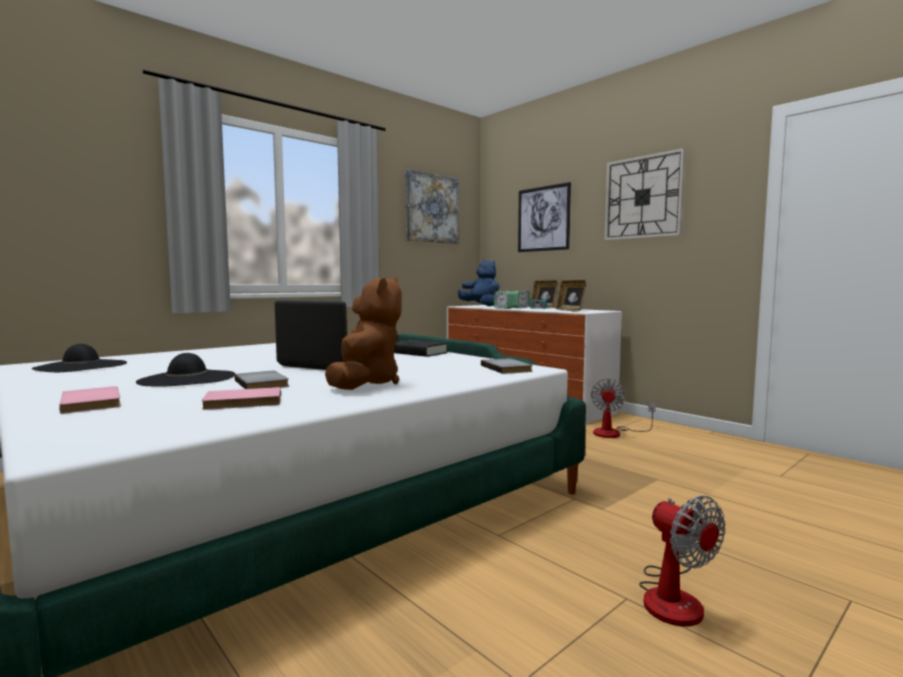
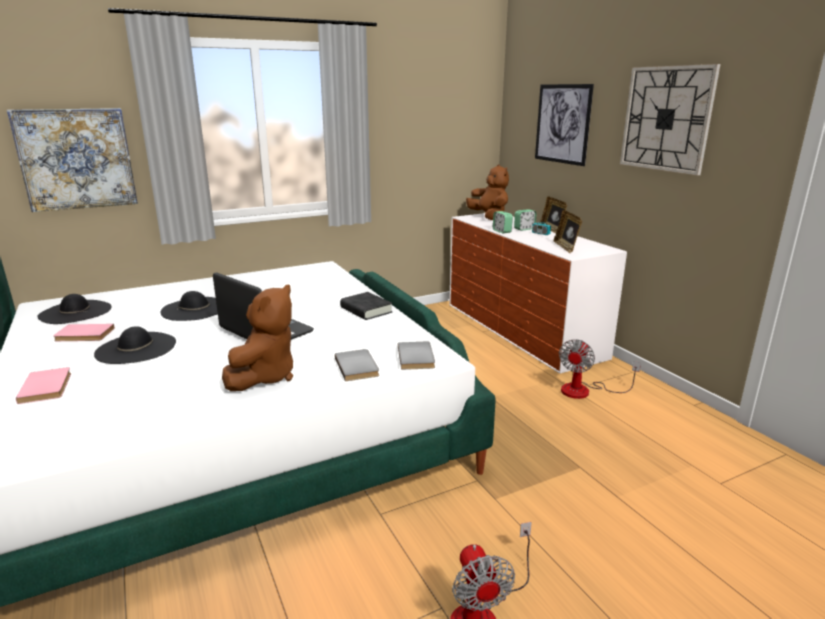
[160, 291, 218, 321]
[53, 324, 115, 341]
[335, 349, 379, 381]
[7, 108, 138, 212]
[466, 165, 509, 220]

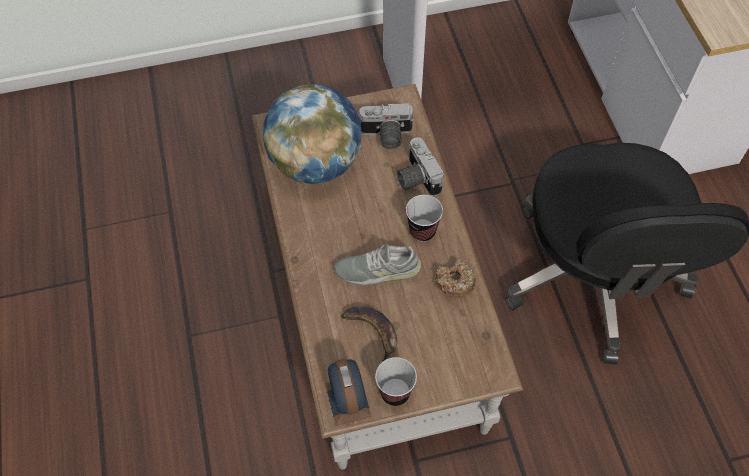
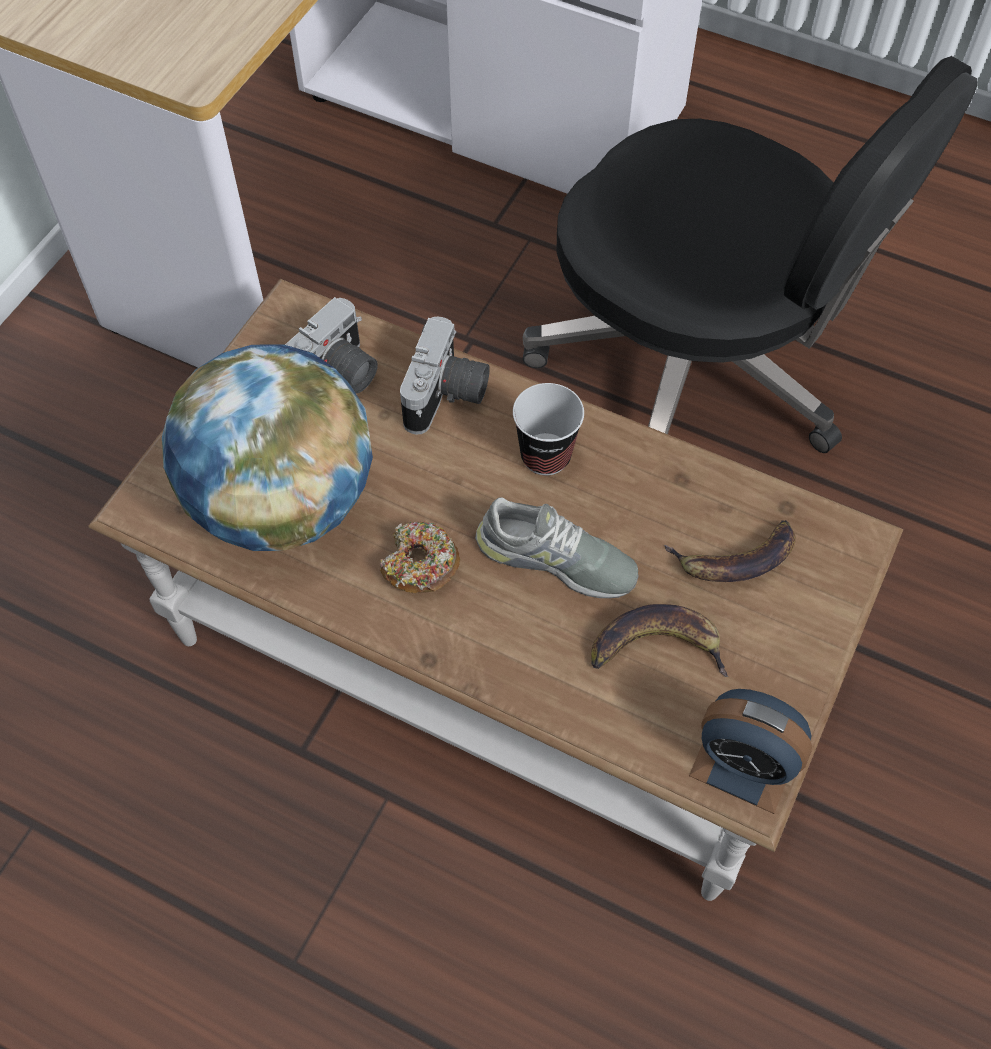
[375, 357, 417, 406] (first image)
[664, 520, 796, 582]
[380, 521, 460, 593]
[475, 497, 639, 598]
[400, 317, 490, 434]

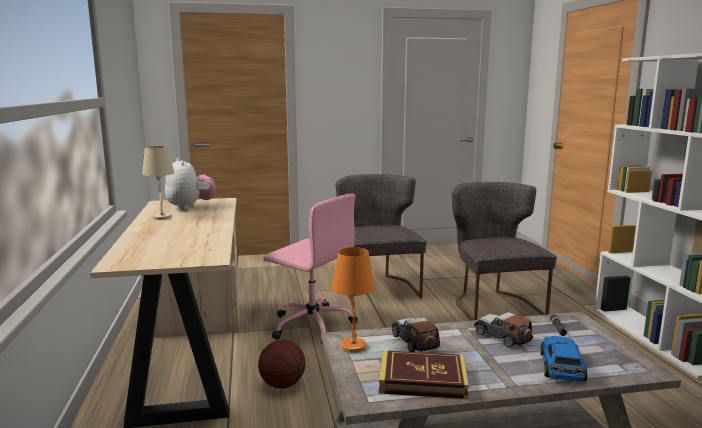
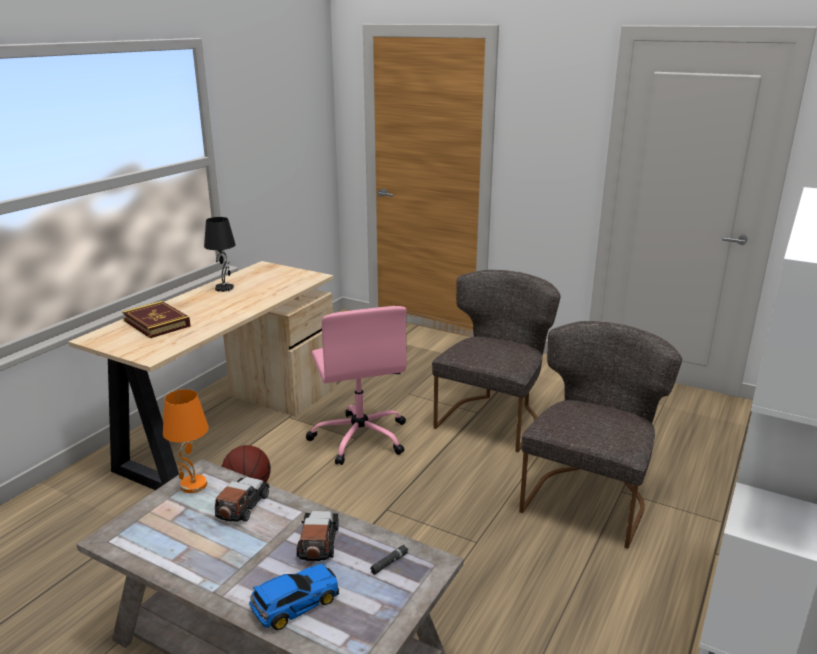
[165, 158, 216, 210] (first image)
[122, 301, 191, 338]
[204, 217, 236, 292]

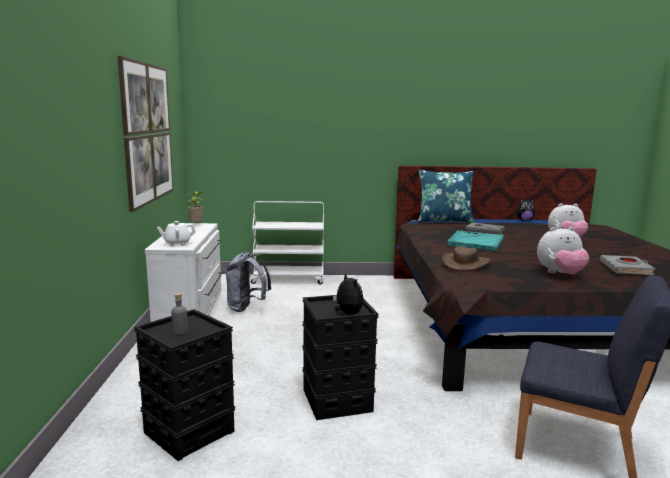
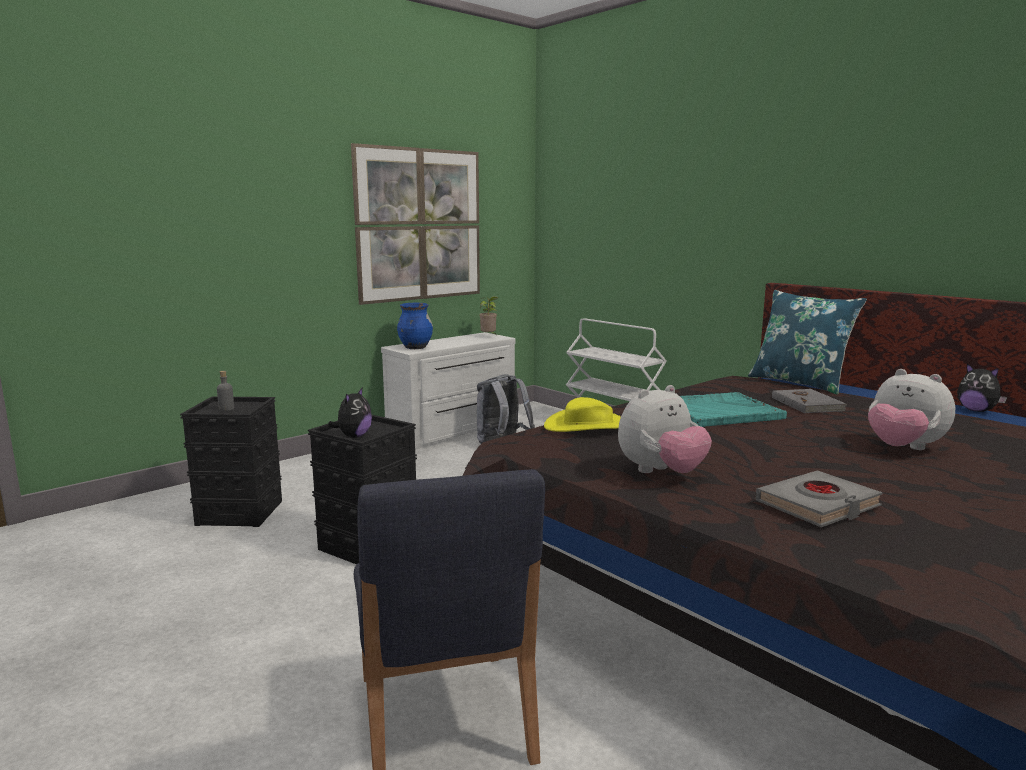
[397, 303, 433, 349]
[544, 397, 621, 432]
[618, 385, 712, 473]

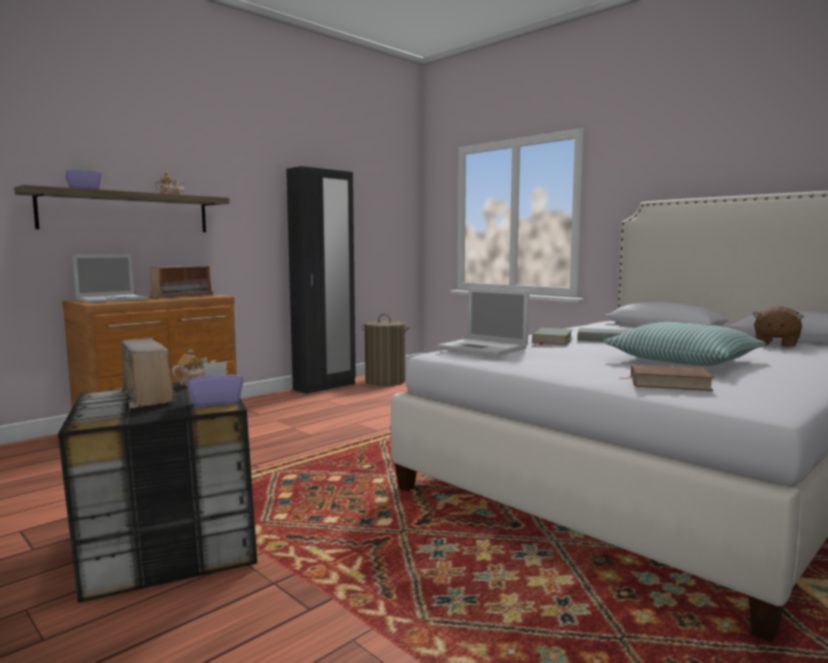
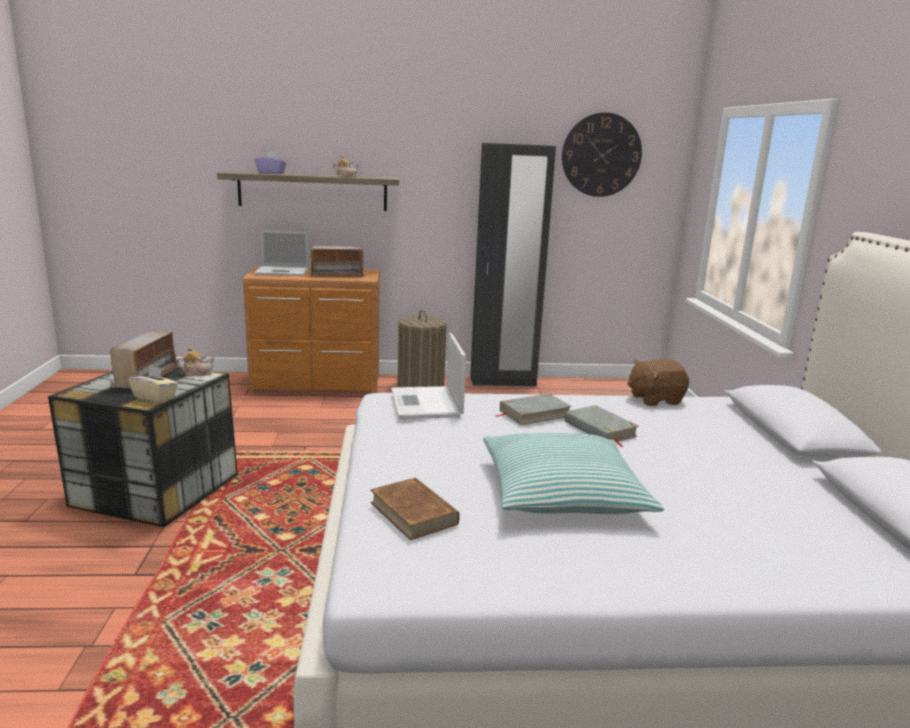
[562, 112, 642, 197]
[398, 310, 447, 387]
[627, 359, 689, 406]
[128, 366, 178, 403]

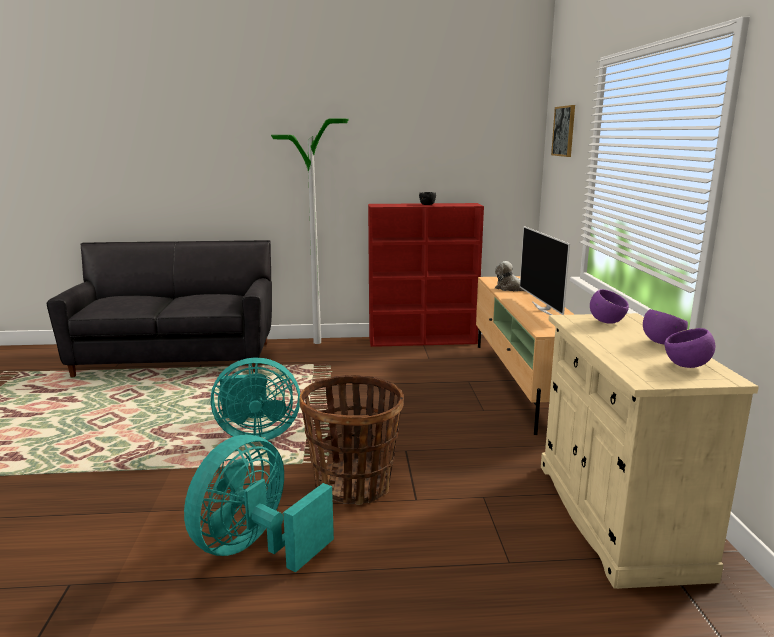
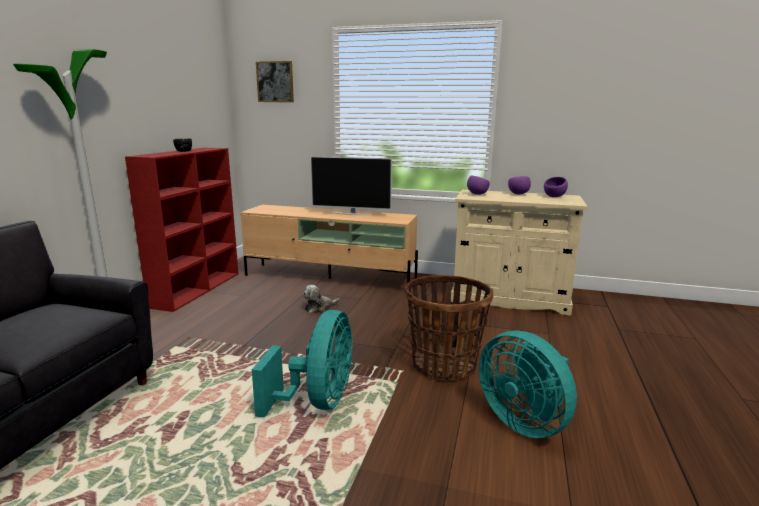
[303, 285, 340, 314]

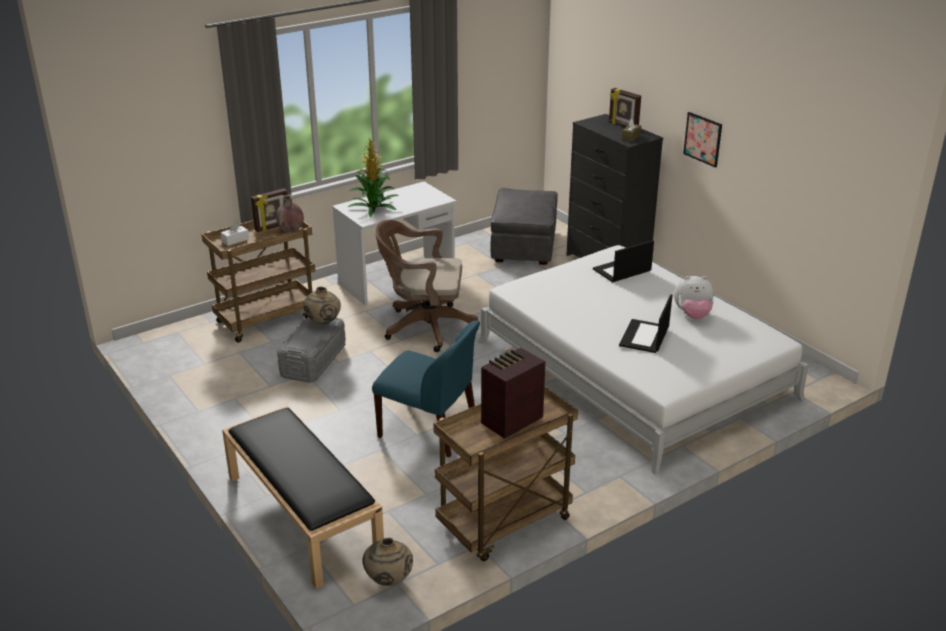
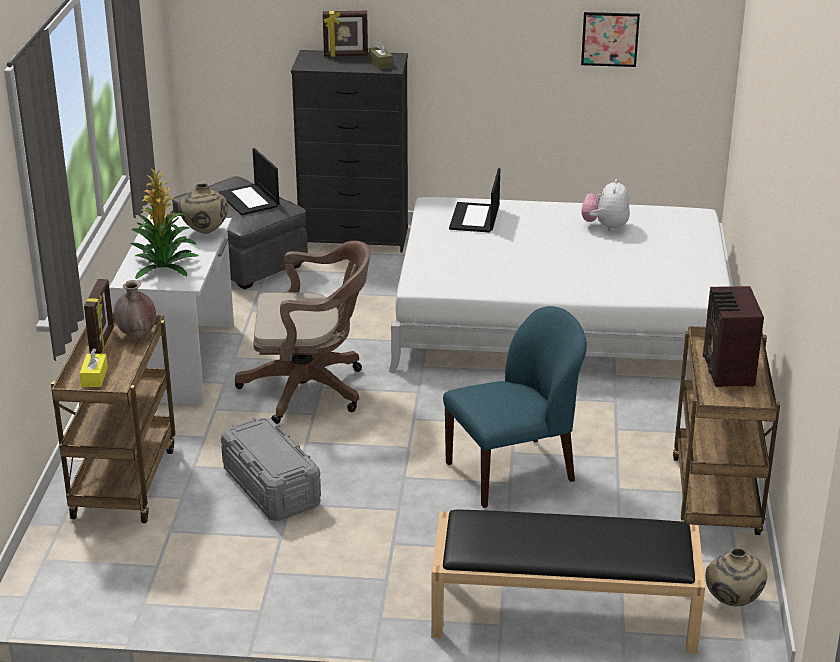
[178, 183, 228, 234]
[219, 148, 279, 215]
[581, 12, 640, 67]
[80, 348, 108, 387]
[235, 241, 371, 424]
[582, 179, 630, 232]

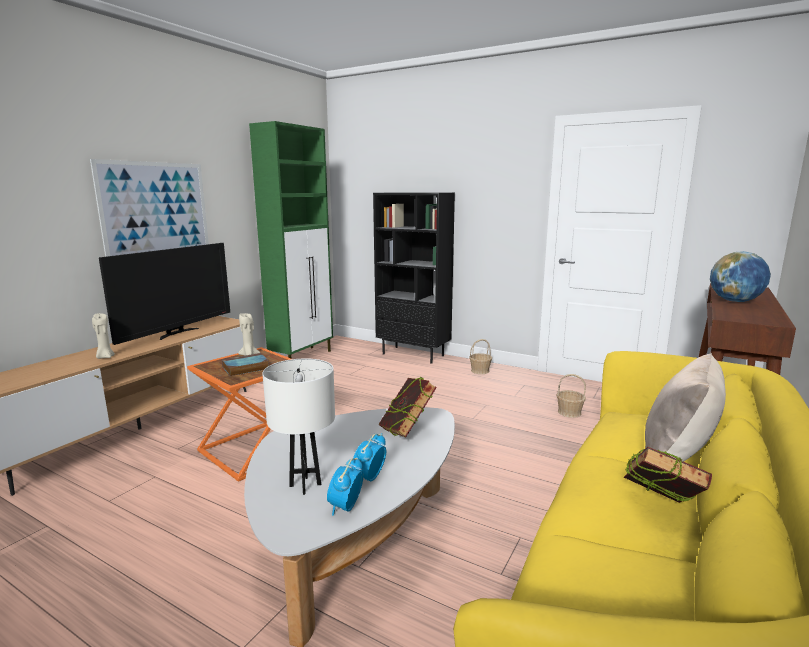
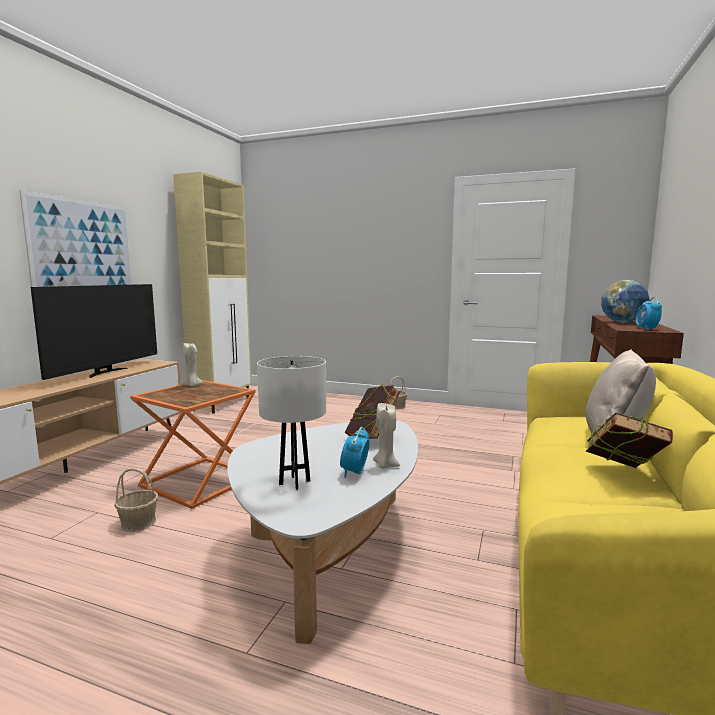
[222, 353, 269, 376] (first image)
[373, 193, 455, 364] (first image)
[373, 403, 400, 469]
[636, 297, 662, 330]
[114, 468, 158, 532]
[173, 172, 252, 414]

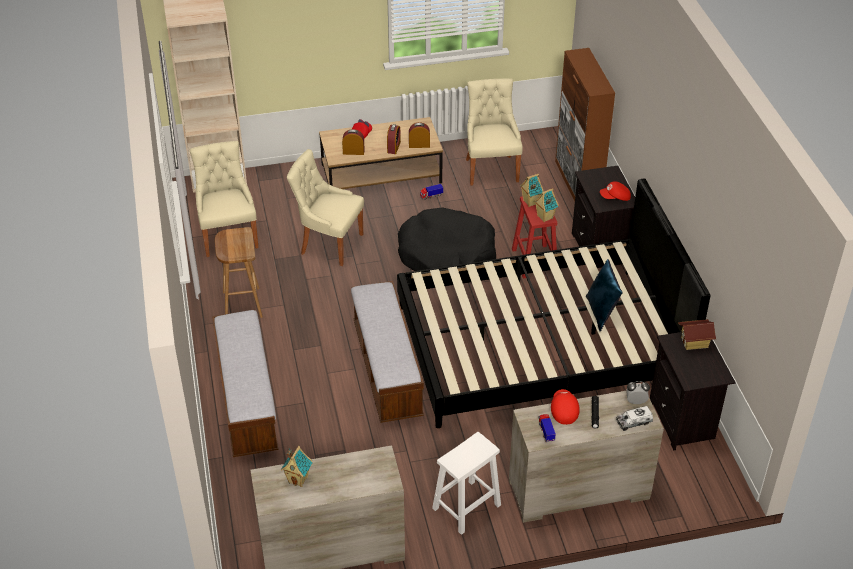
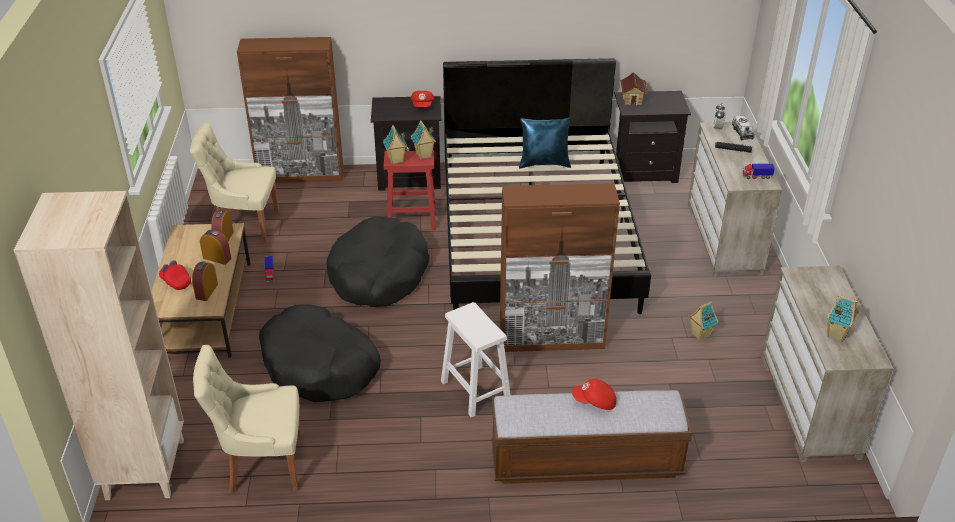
[215, 227, 263, 318] (first image)
[688, 301, 719, 341]
[441, 302, 511, 417]
[572, 379, 616, 410]
[259, 304, 381, 402]
[500, 183, 620, 352]

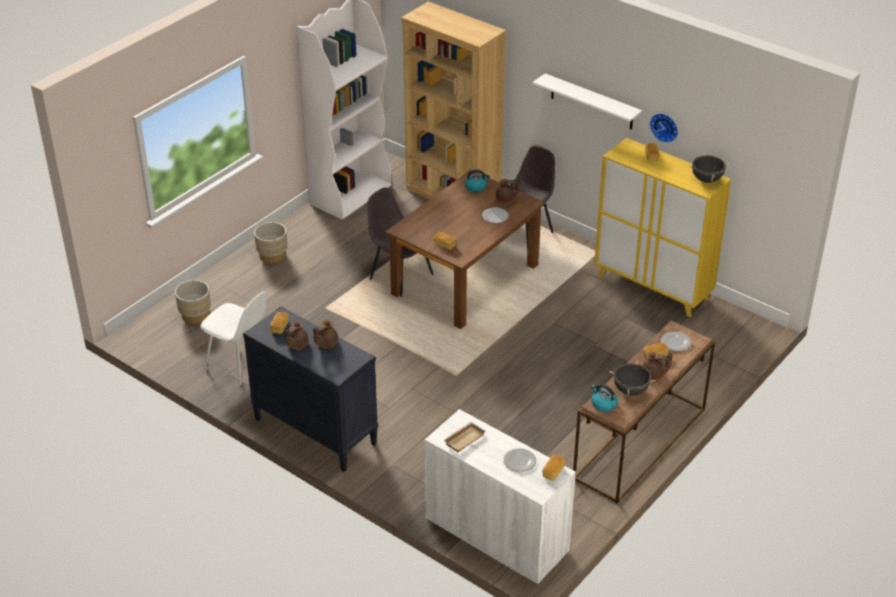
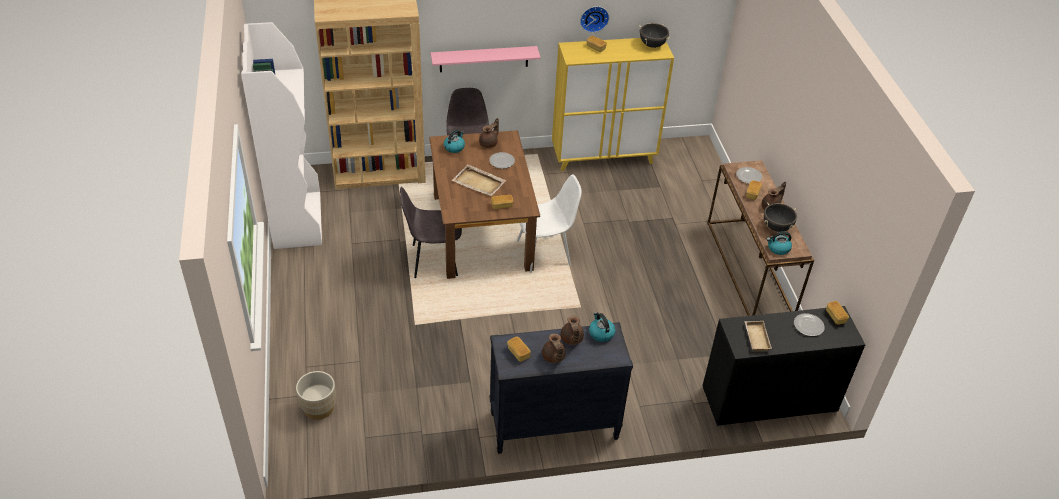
[254, 222, 287, 263] (first image)
[532, 73, 642, 130] (first image)
[431, 46, 541, 72]
[452, 164, 506, 196]
[589, 312, 615, 342]
[517, 174, 582, 273]
[703, 306, 865, 426]

